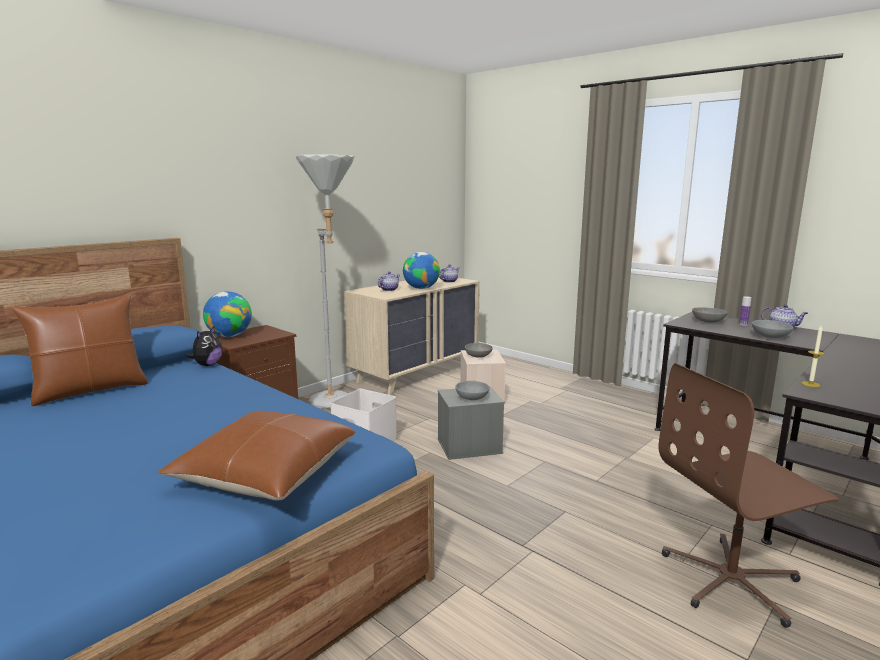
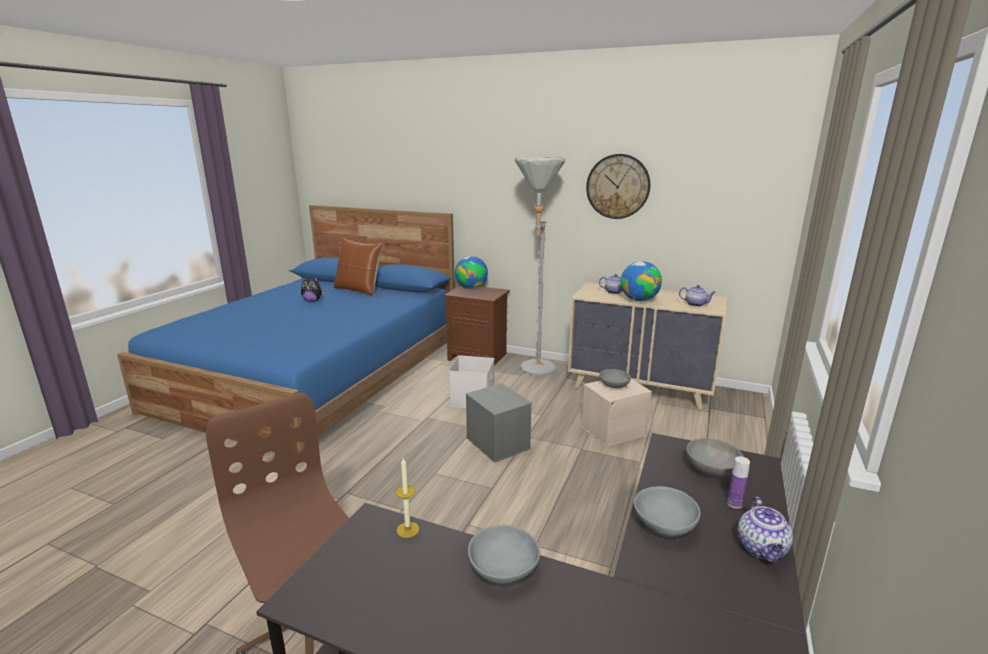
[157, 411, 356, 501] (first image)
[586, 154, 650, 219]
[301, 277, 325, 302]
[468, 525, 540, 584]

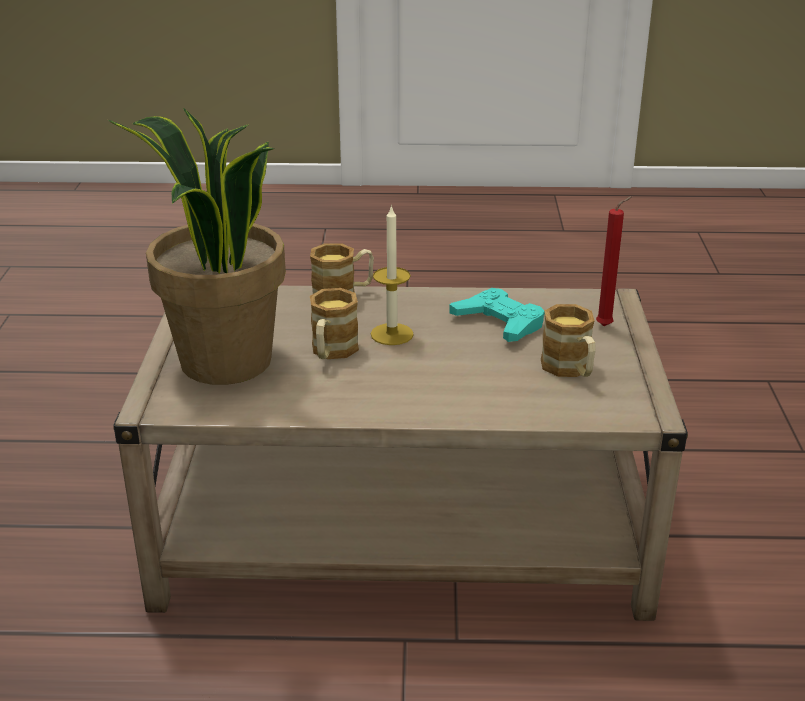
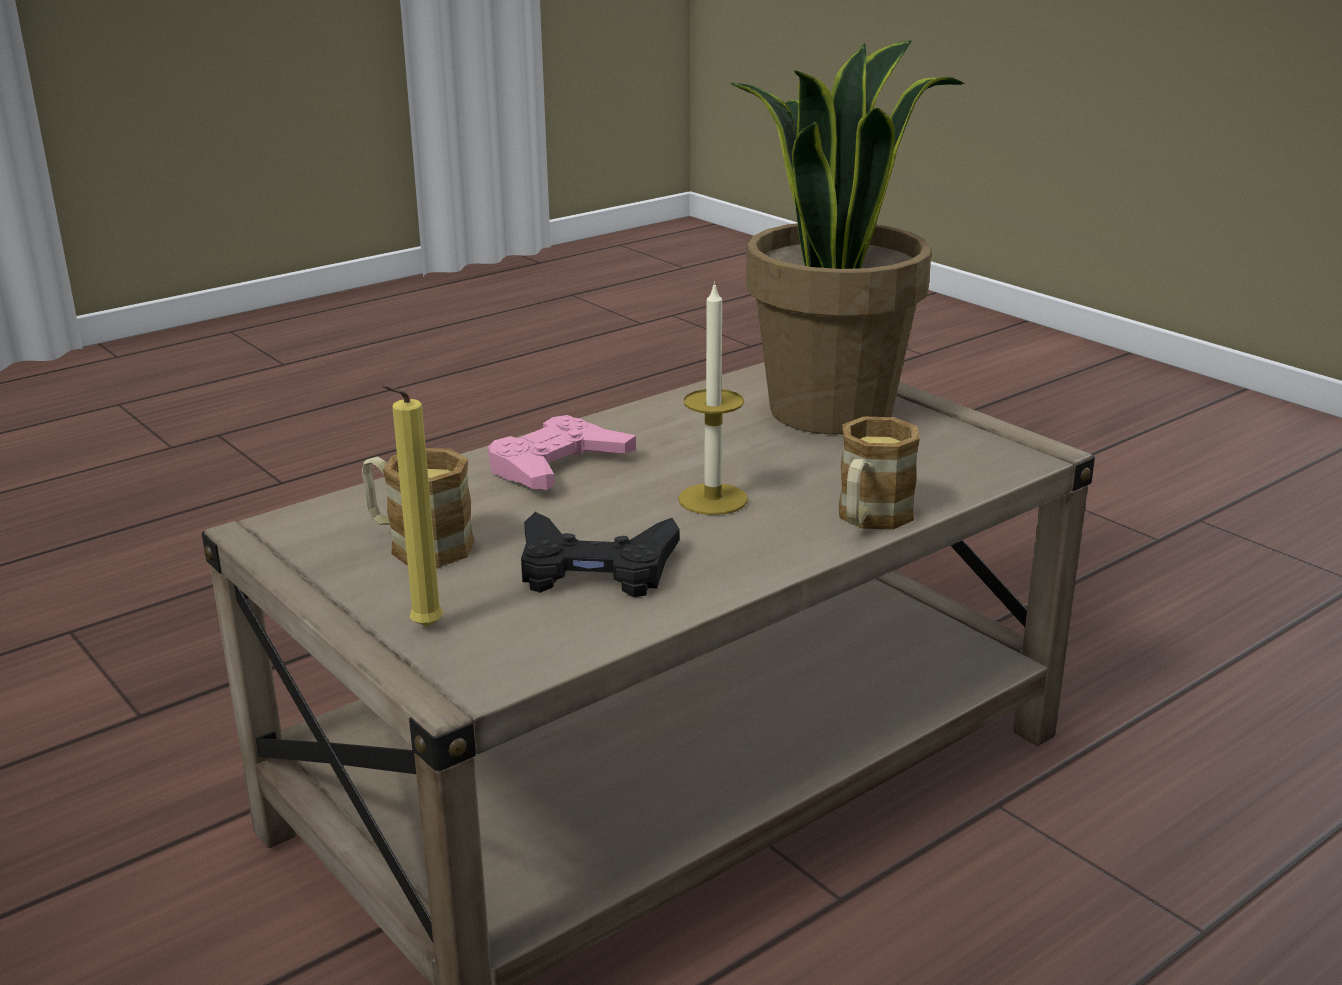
[310, 288, 359, 359] (first image)
[487, 415, 636, 490]
[521, 512, 680, 597]
[382, 385, 443, 627]

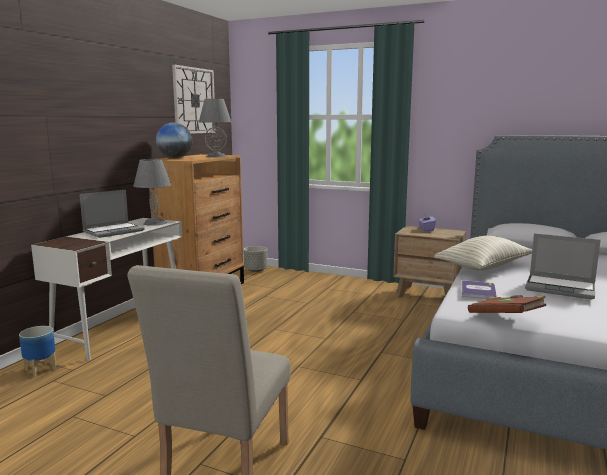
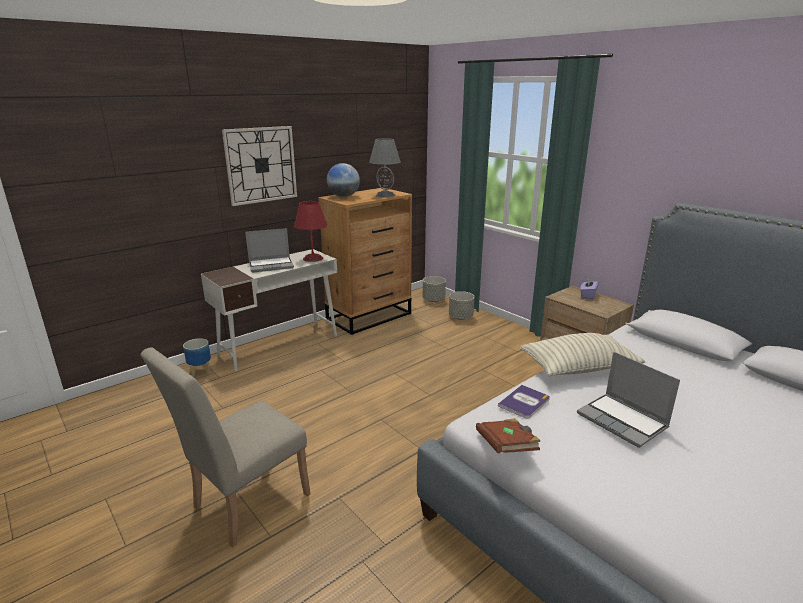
[449, 291, 474, 320]
[222, 126, 297, 206]
[294, 201, 327, 262]

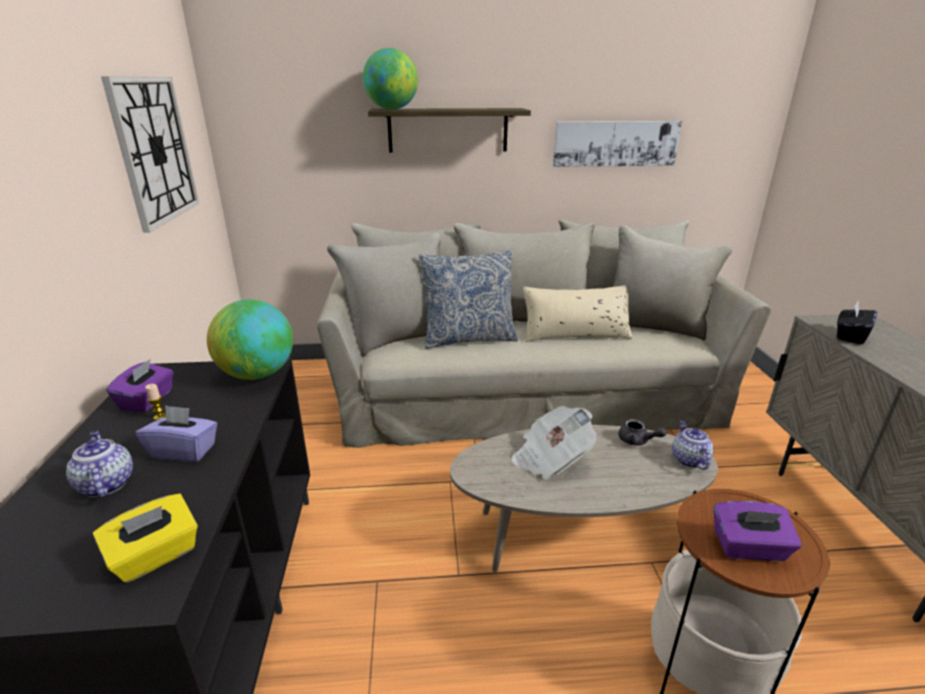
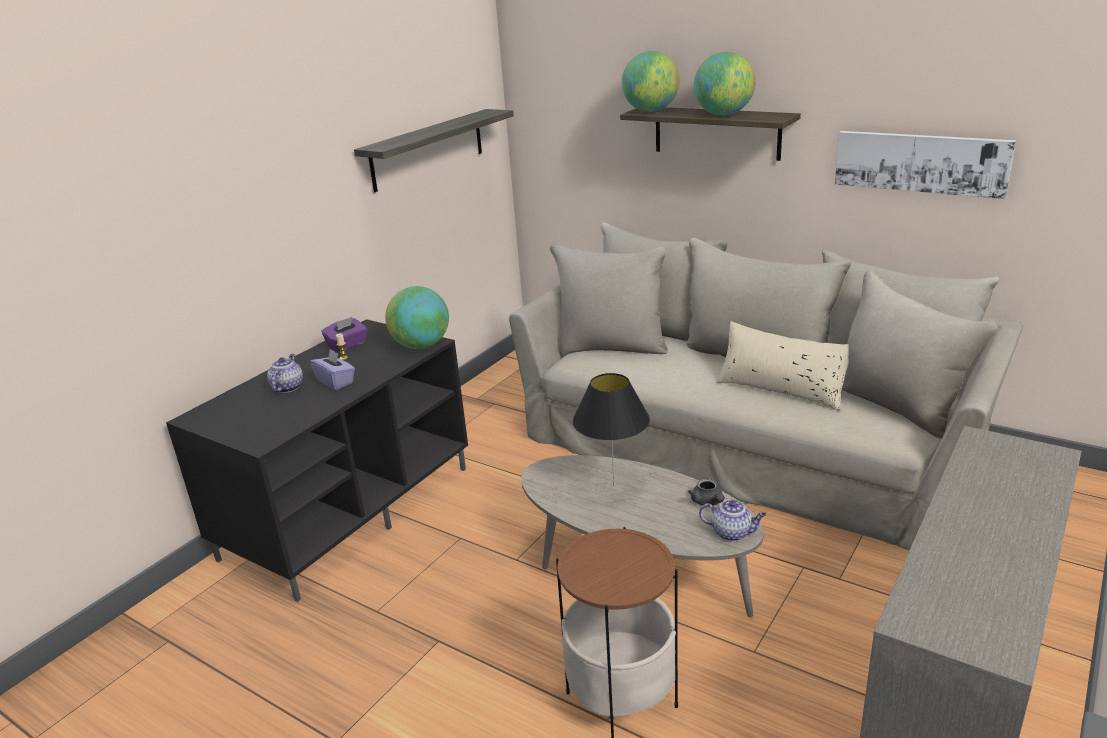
[93, 494, 198, 583] (first image)
[419, 249, 518, 349] (first image)
[714, 501, 802, 561] (first image)
[837, 300, 877, 344] (first image)
[694, 52, 755, 116]
[354, 109, 514, 192]
[573, 373, 650, 487]
[699, 499, 766, 541]

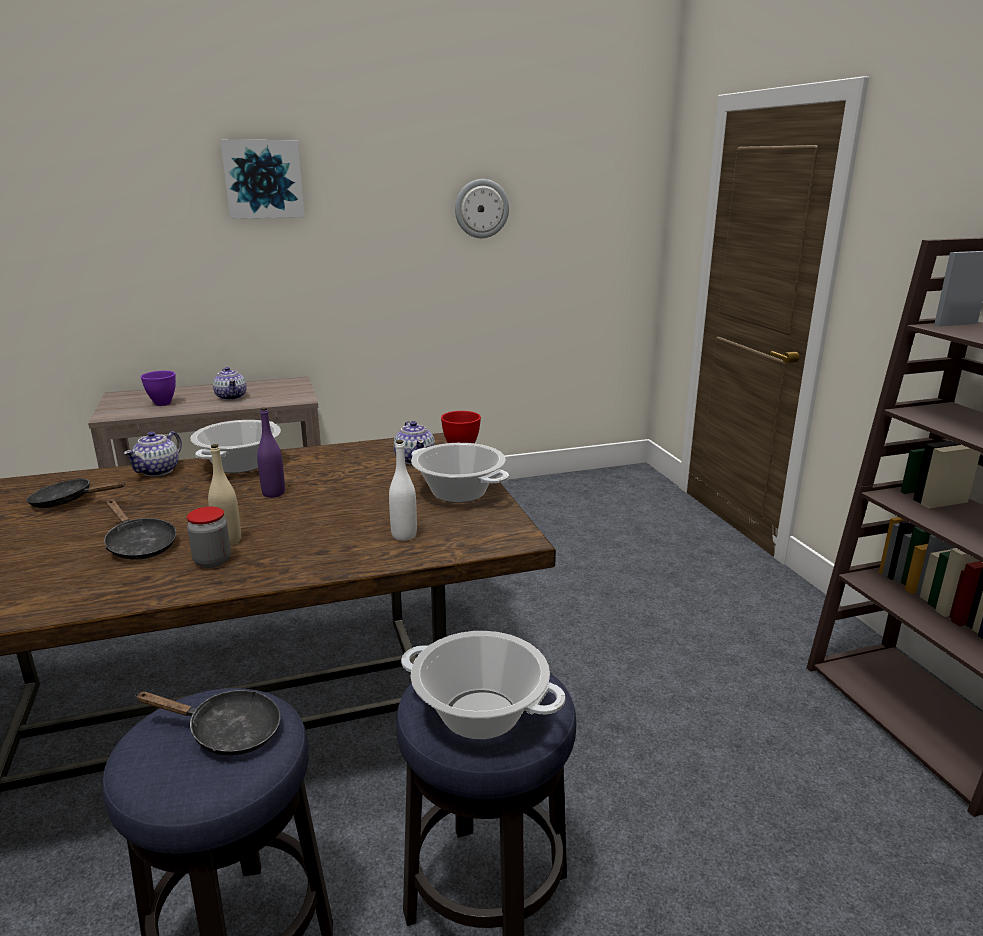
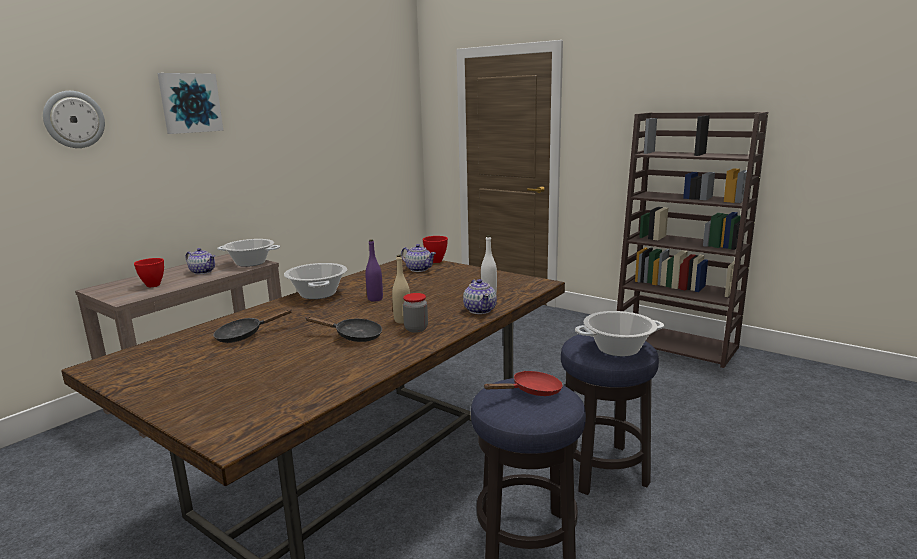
[463, 279, 497, 314]
[217, 239, 280, 267]
[43, 91, 105, 148]
[483, 371, 563, 396]
[134, 258, 164, 287]

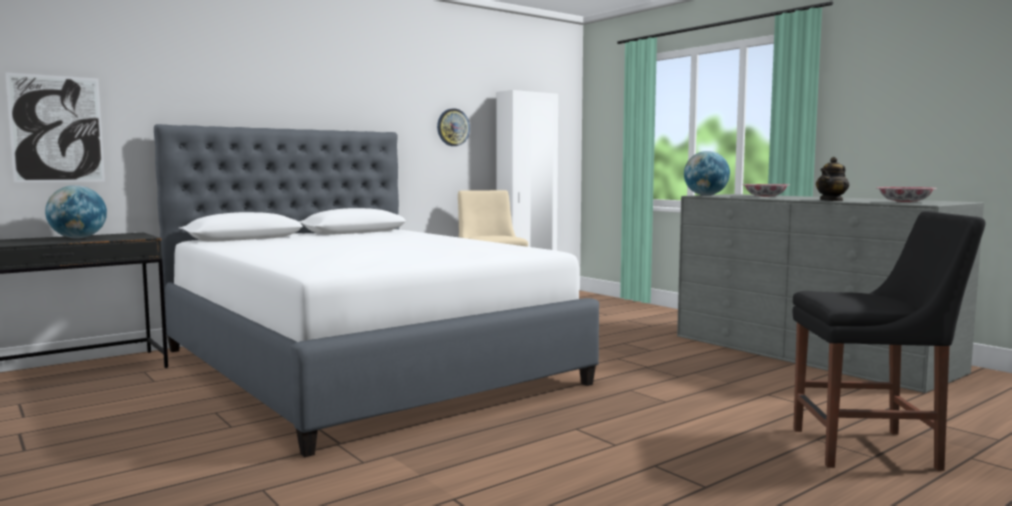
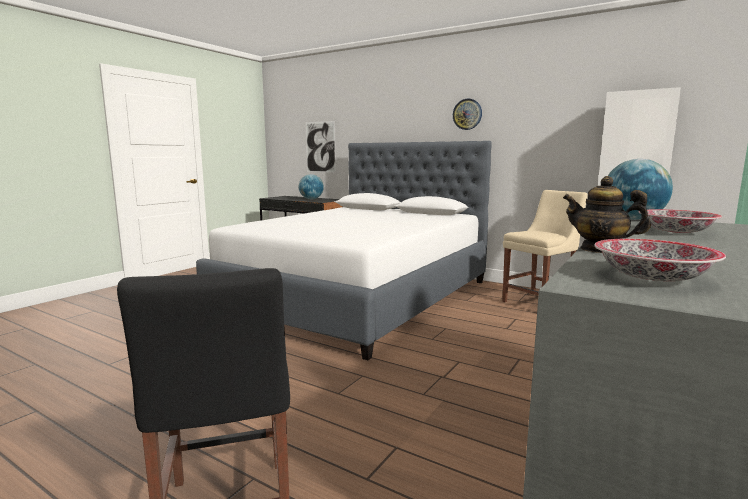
[453, 99, 482, 130]

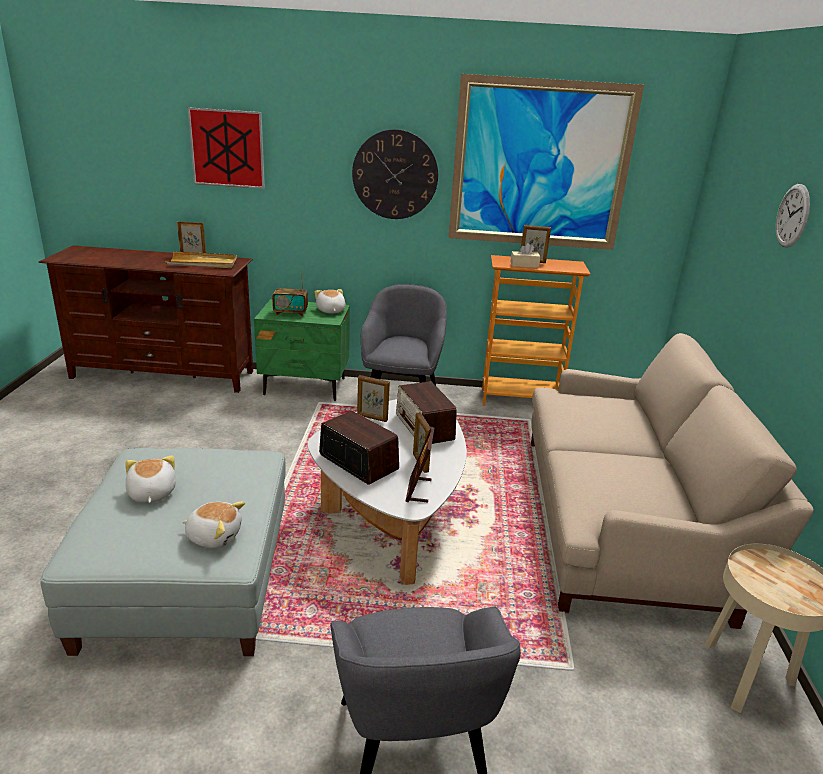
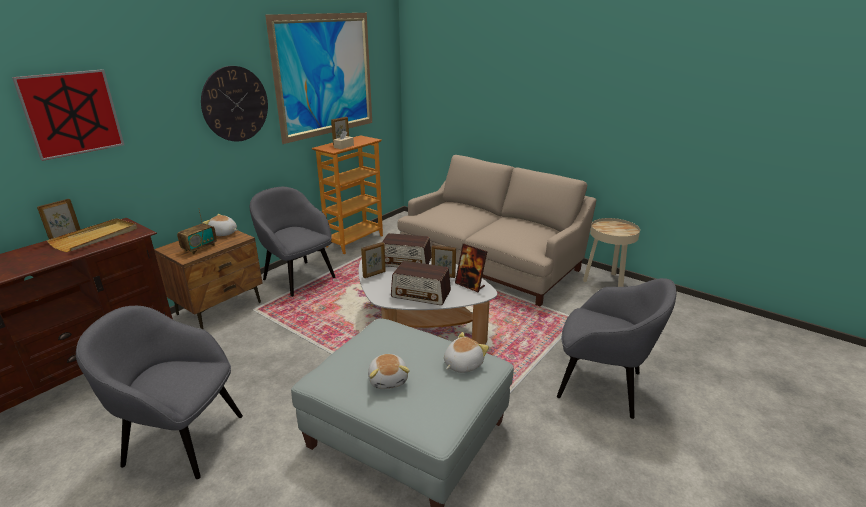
[776, 184, 810, 248] (first image)
[76, 306, 243, 479]
[154, 230, 263, 330]
[368, 354, 410, 389]
[391, 261, 451, 305]

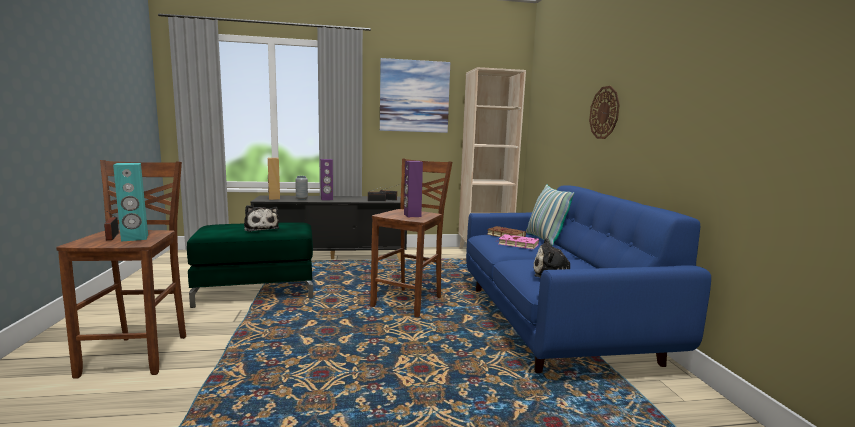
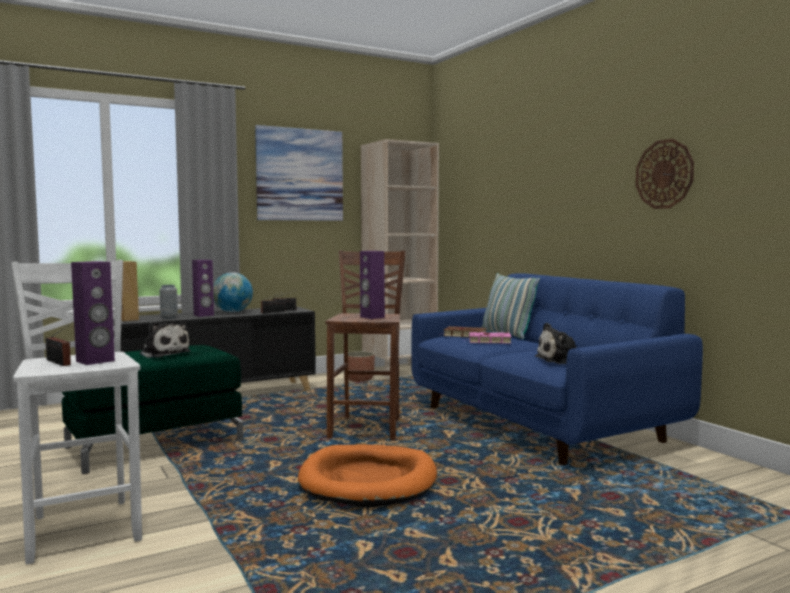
[213, 272, 253, 312]
[298, 445, 437, 507]
[348, 351, 375, 382]
[635, 139, 694, 209]
[11, 260, 142, 564]
[71, 261, 115, 365]

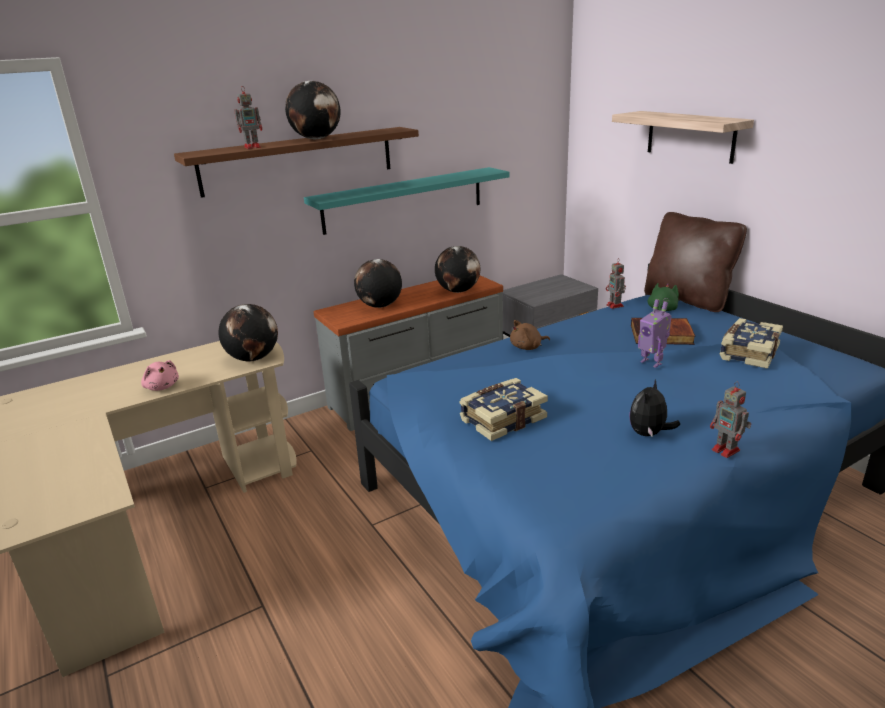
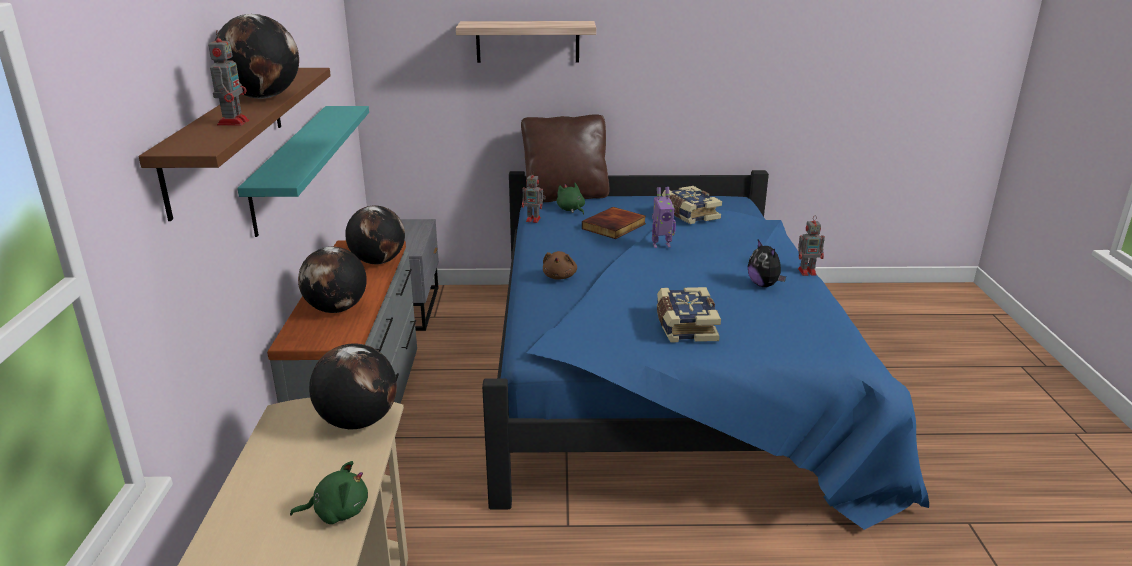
[290, 461, 368, 524]

